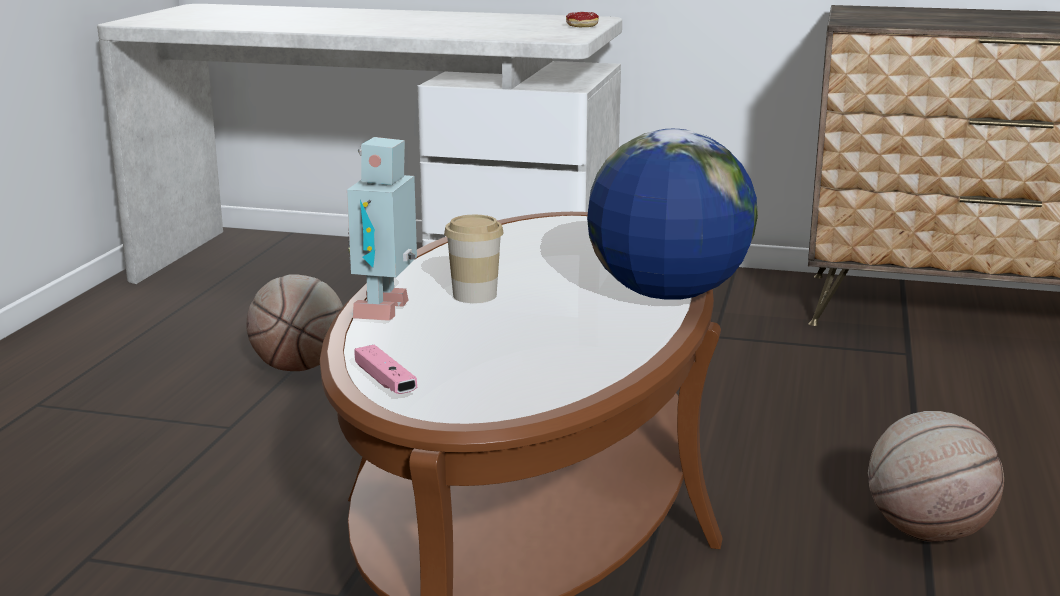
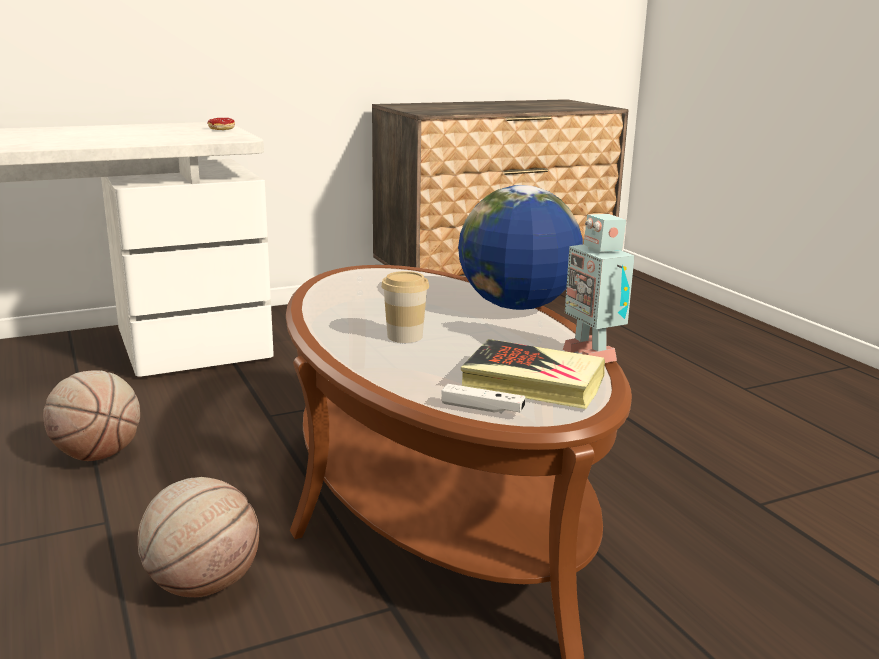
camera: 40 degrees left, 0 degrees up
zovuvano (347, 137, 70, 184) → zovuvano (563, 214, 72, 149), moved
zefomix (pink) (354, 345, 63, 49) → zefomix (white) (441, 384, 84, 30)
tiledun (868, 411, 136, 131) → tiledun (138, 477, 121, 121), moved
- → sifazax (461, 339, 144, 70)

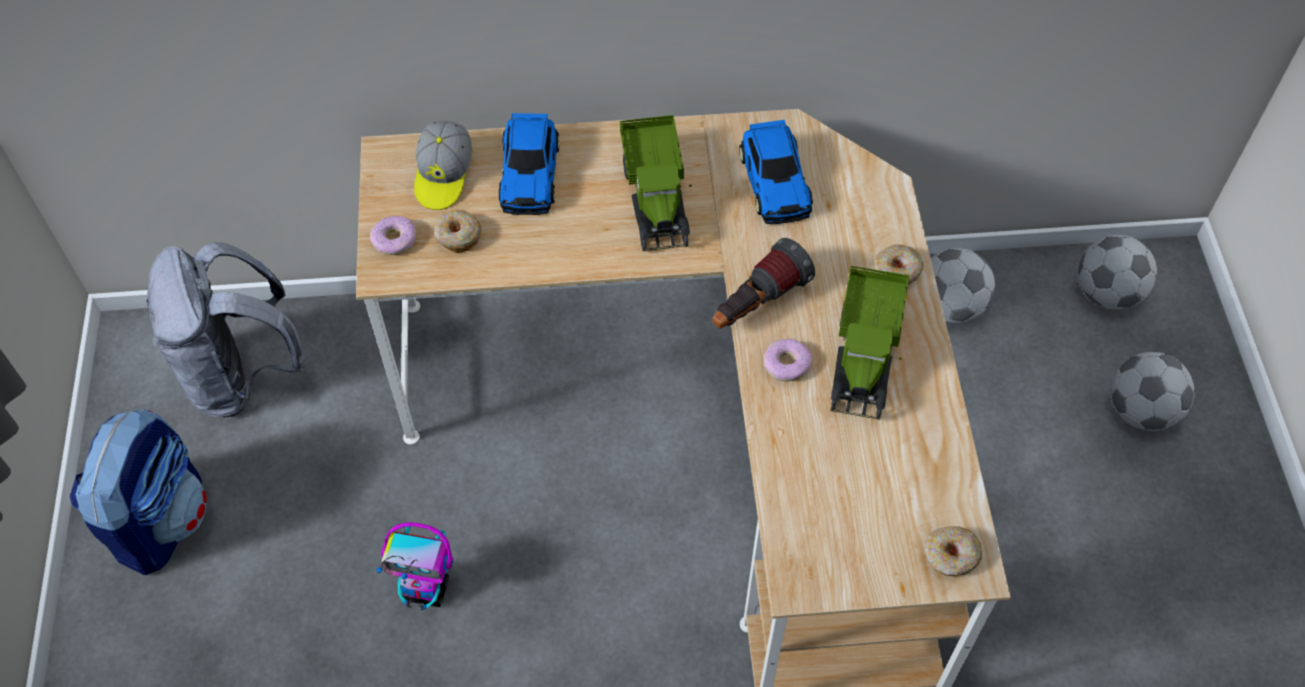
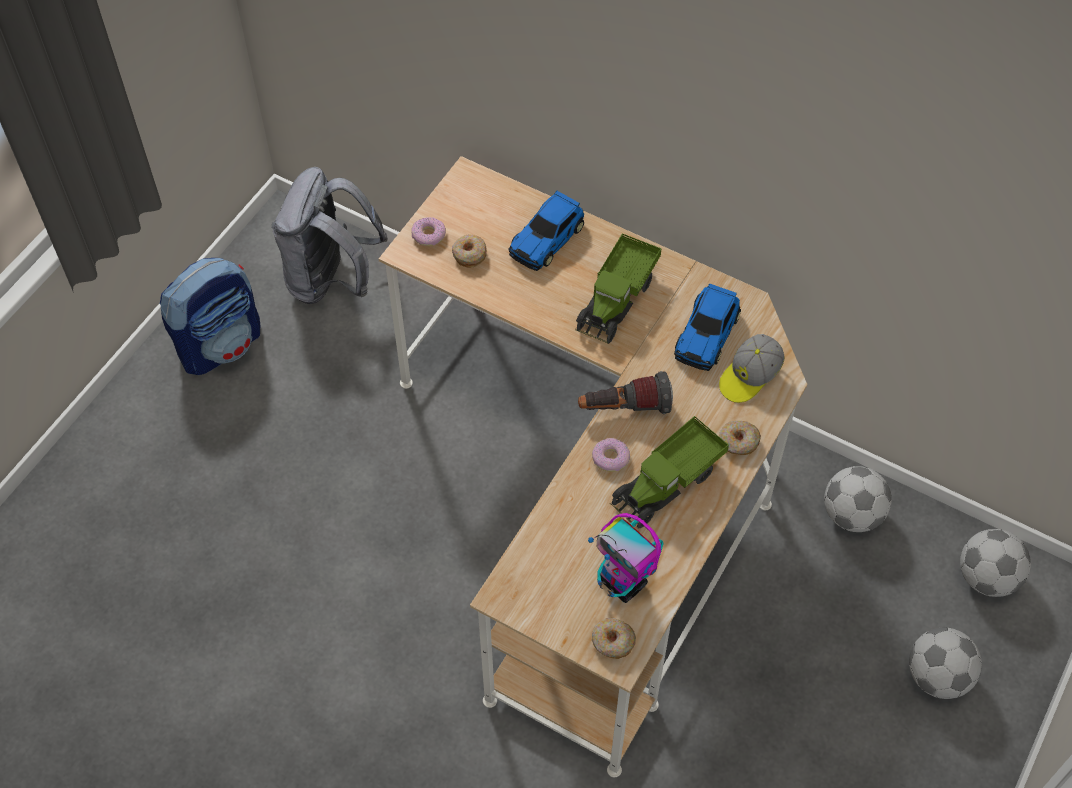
camera: 35 degrees right, 0 degrees up
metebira (414, 121, 58, 89) → metebira (719, 334, 66, 69), moved
zovuvano (376, 522, 77, 88) → zovuvano (588, 513, 76, 90), moved

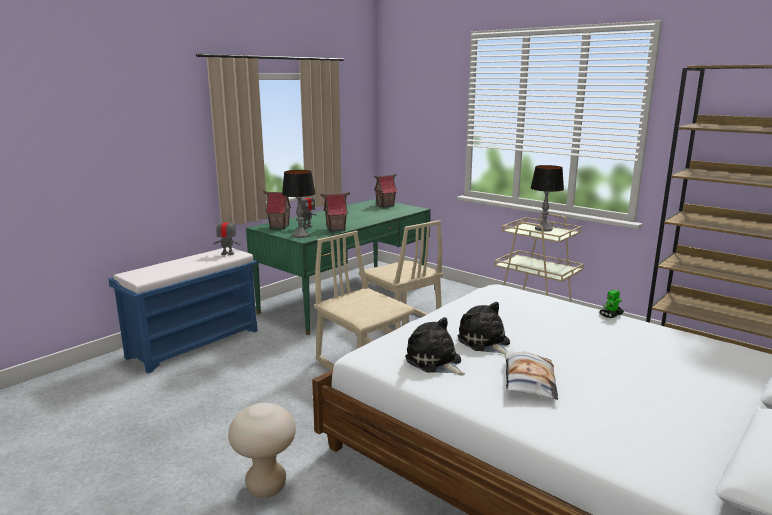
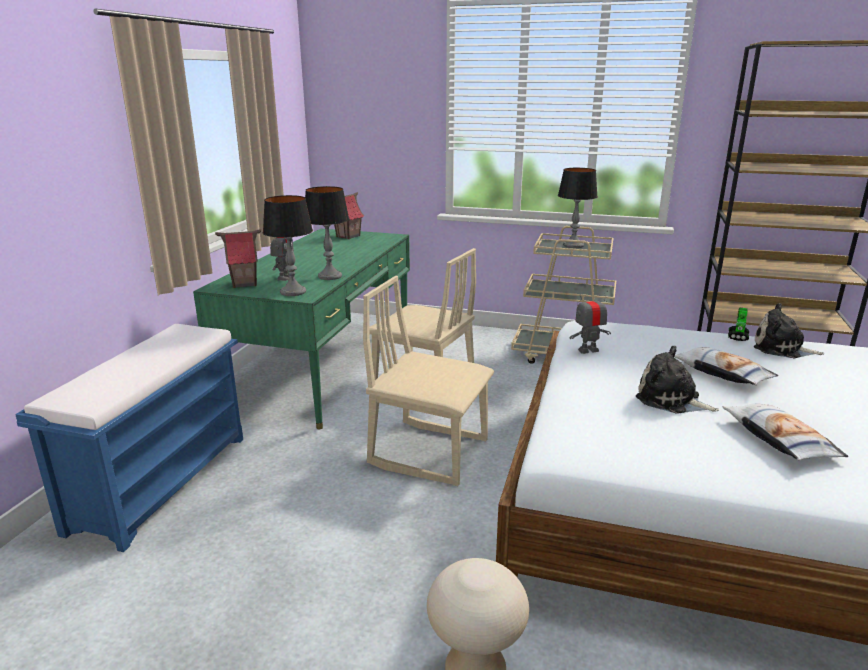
camera: 25 degrees left, 5 degrees up
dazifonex (320, 192, 30, 40) → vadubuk (305, 186, 44, 94)
zovuvano (213, 216, 28, 39) → zovuvano (570, 290, 41, 64), moved
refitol (405, 317, 60, 58) → refitol (754, 303, 70, 55), moved
- → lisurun (674, 347, 104, 38)

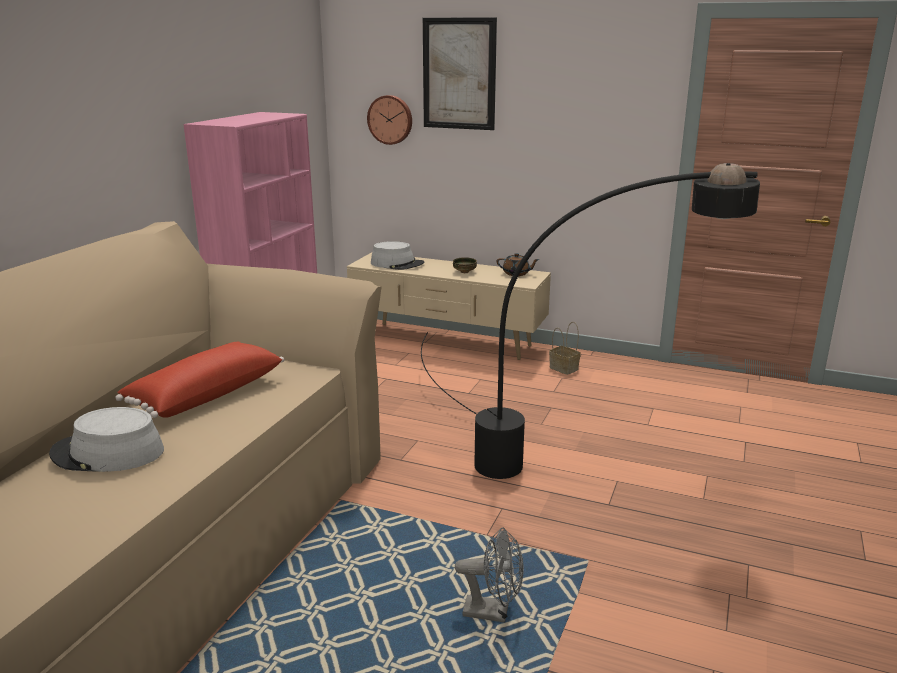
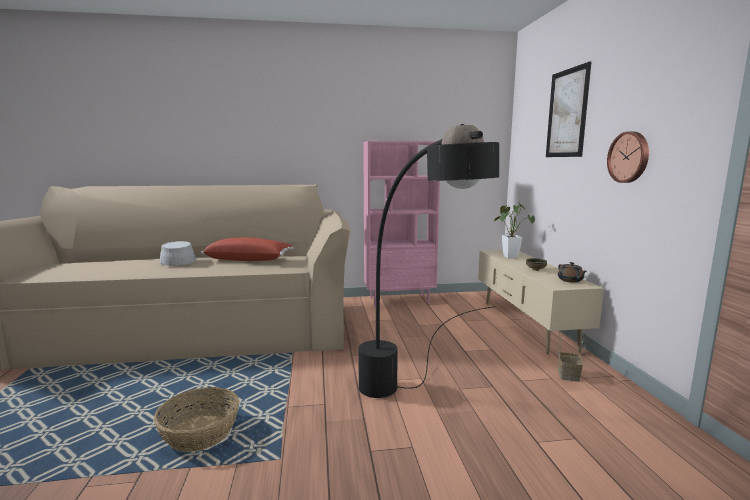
camera: 60 degrees right, 10 degrees down
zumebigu (367, 95, 45, 50) → zumebigu (607, 132, 42, 51), moved
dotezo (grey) (371, 241, 53, 29) → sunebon (494, 203, 41, 55)
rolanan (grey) (455, 527, 69, 96) → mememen (154, 387, 85, 65)

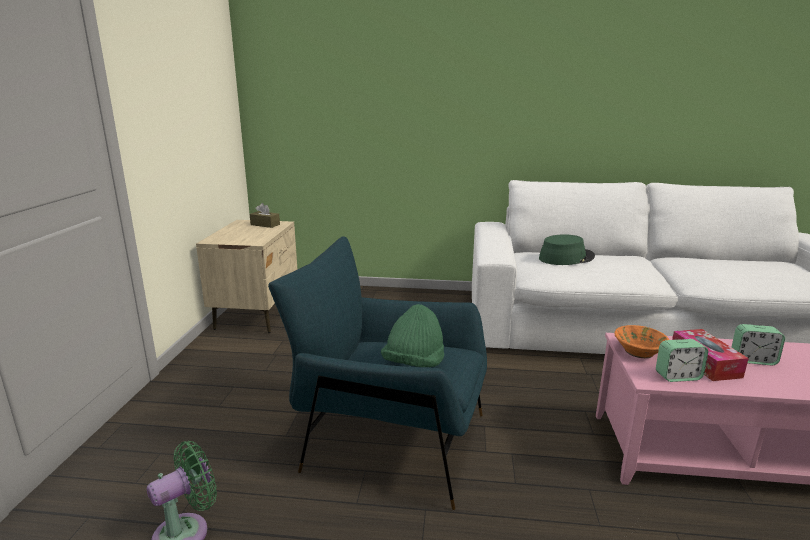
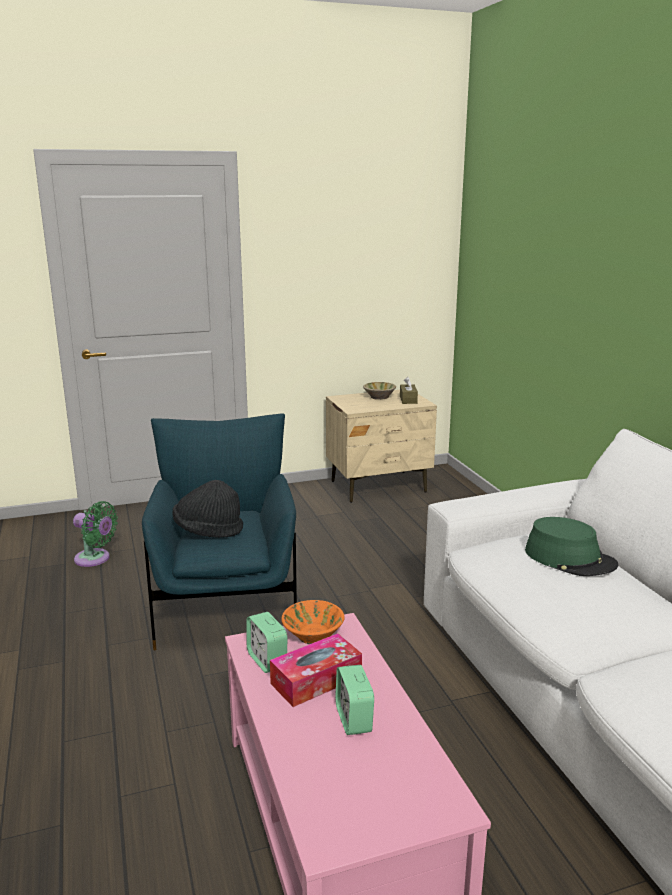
camera: 65 degrees right, 0 degrees up
dotezo (green) (381, 304, 63, 63) → dotezo (black) (173, 480, 70, 58)
- → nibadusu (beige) (363, 382, 33, 18)

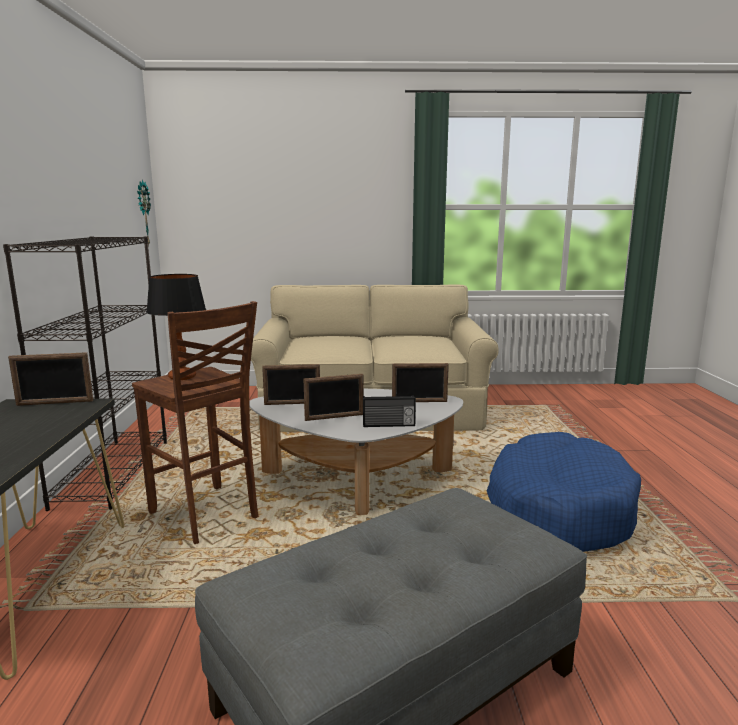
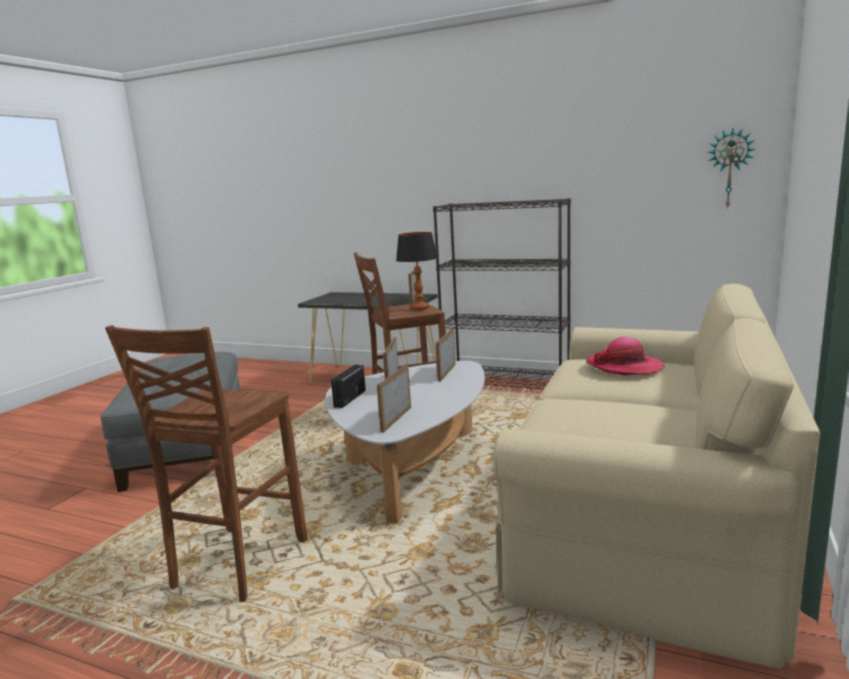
camera: 115 degrees right, 0 degrees up
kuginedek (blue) (487, 432, 154, 120) → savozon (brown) (105, 325, 202, 277)
- → dotezo (586, 337, 79, 38)

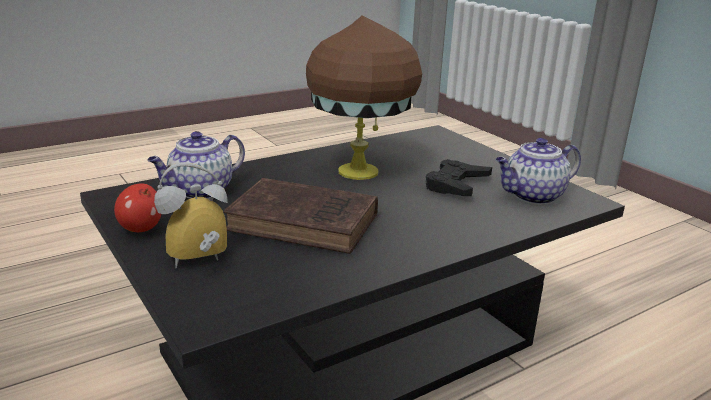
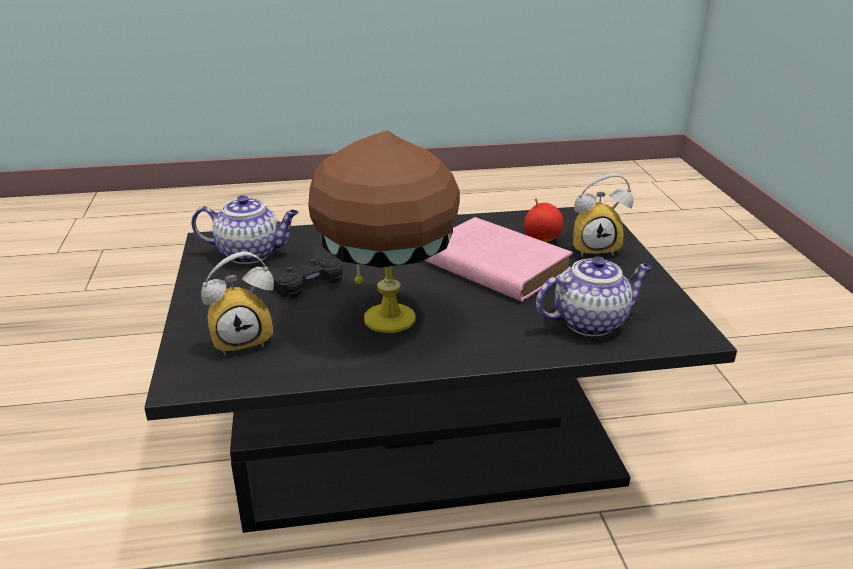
camera: 155 degrees left, 5 degrees up
sifazax (brown) (224, 178, 154, 76) → sifazax (pink) (424, 217, 149, 85)
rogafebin (114, 184, 48, 48) → rogafebin (524, 198, 39, 44), moved
- → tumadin (201, 251, 73, 105)

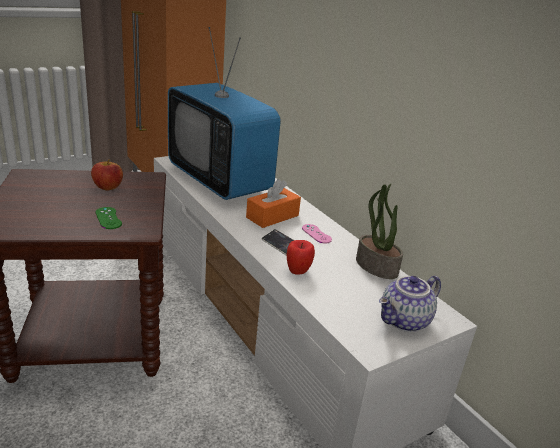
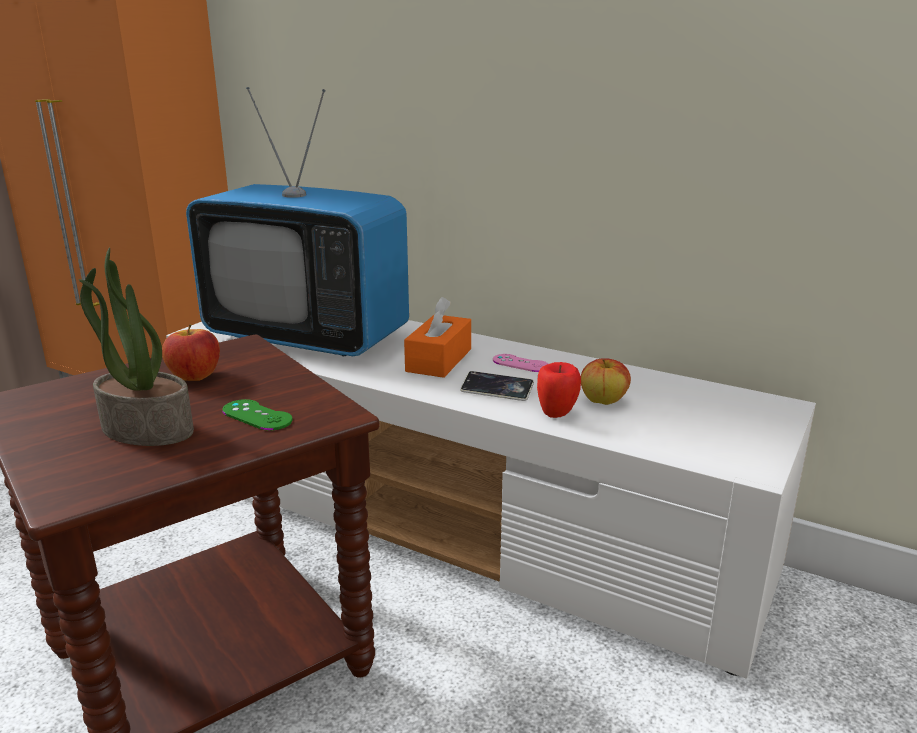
camera: 25 degrees left, 5 degrees down
sunebon (356, 184, 47, 95) → sunebon (79, 247, 115, 199), moved
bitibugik (379, 276, 62, 56) → -
- → rogafebin (581, 358, 50, 47)

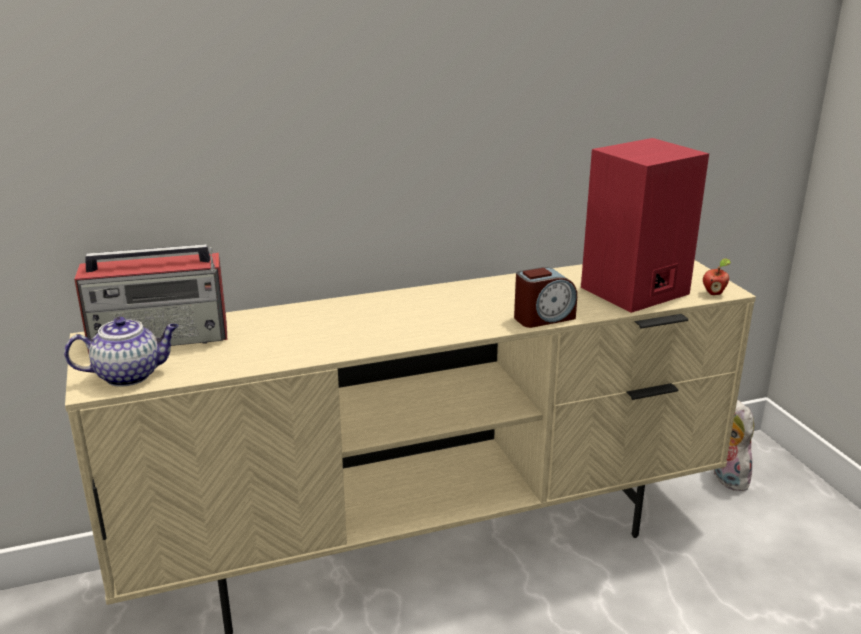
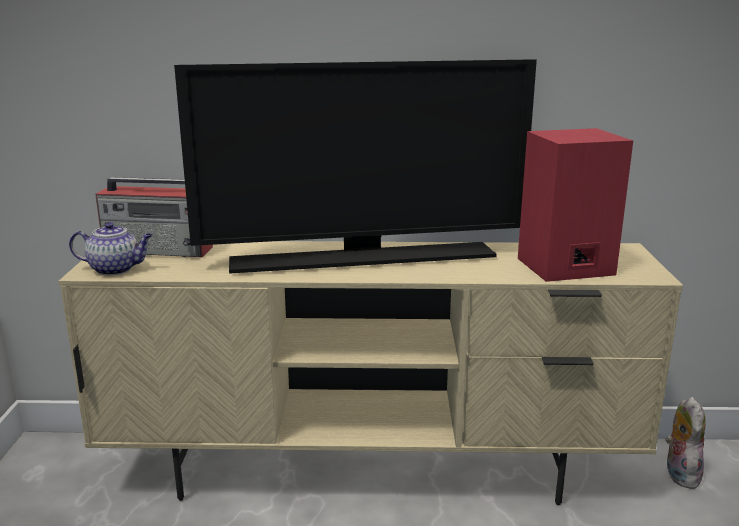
camera: 20 degrees right, 5 degrees down
rogafebin (703, 258, 28, 37) → -
tumadin (514, 267, 63, 61) → -
- → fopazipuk (174, 59, 363, 215)

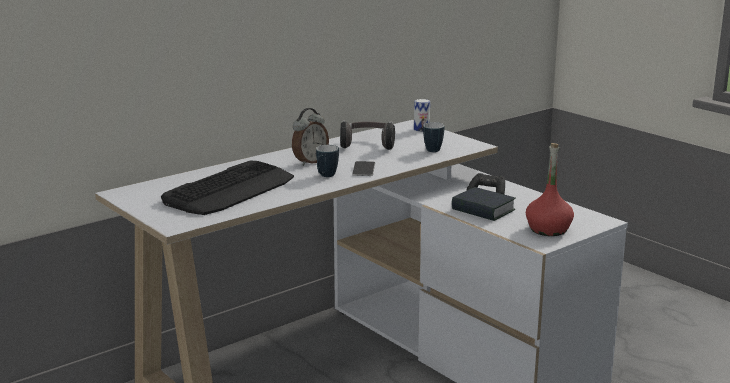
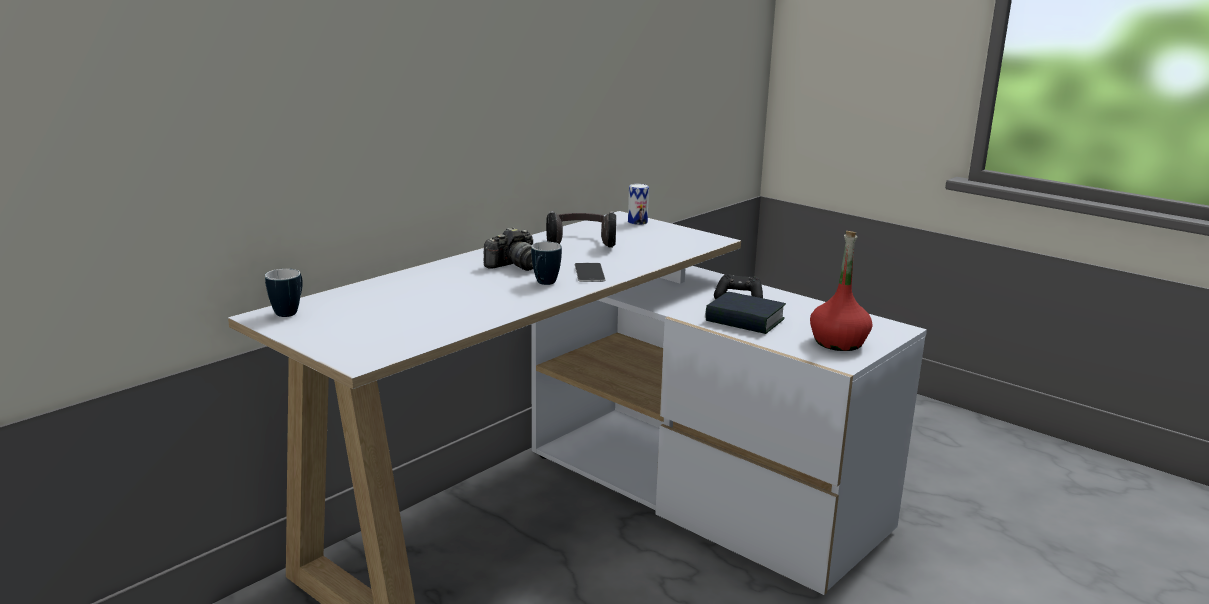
camera: 10 degrees left, 0 degrees up
tumadin (292, 108, 37, 58) → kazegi (484, 227, 49, 44)
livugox (423, 122, 21, 30) → livugox (265, 269, 38, 48), moved
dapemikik (161, 161, 133, 54) → -

